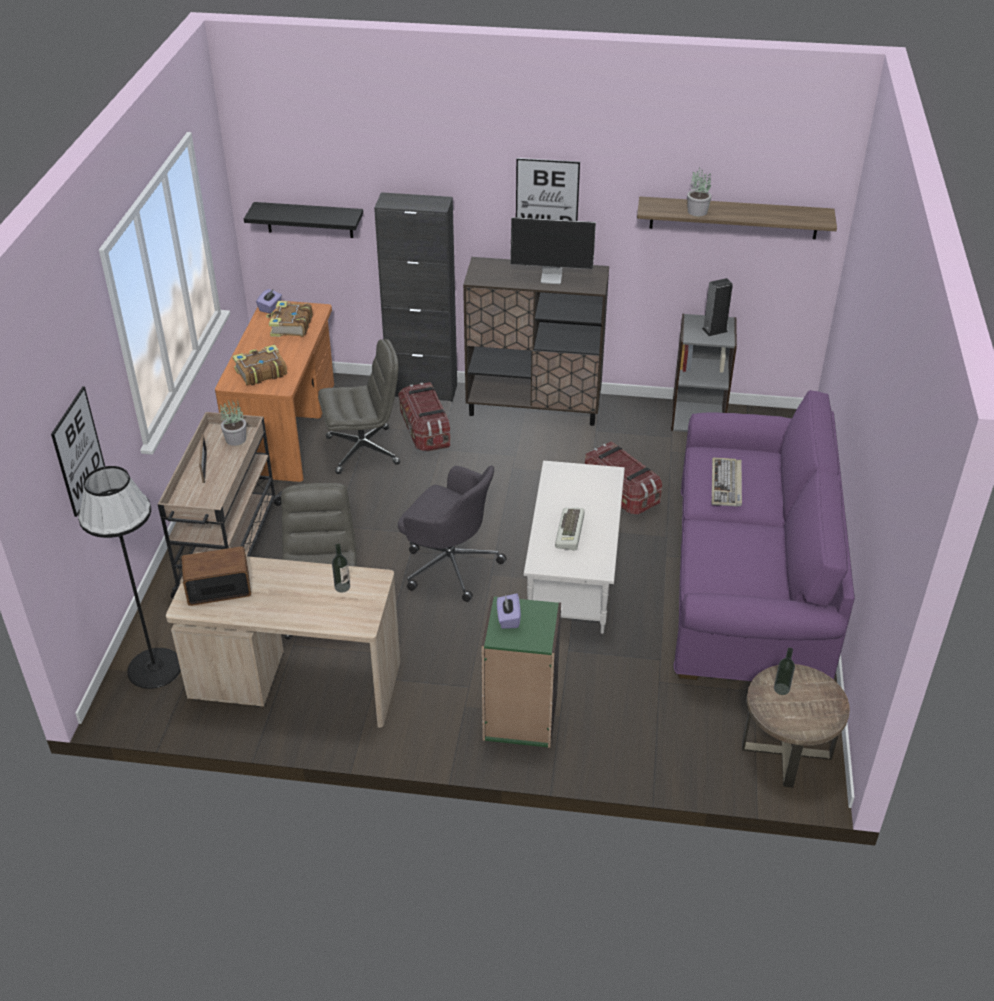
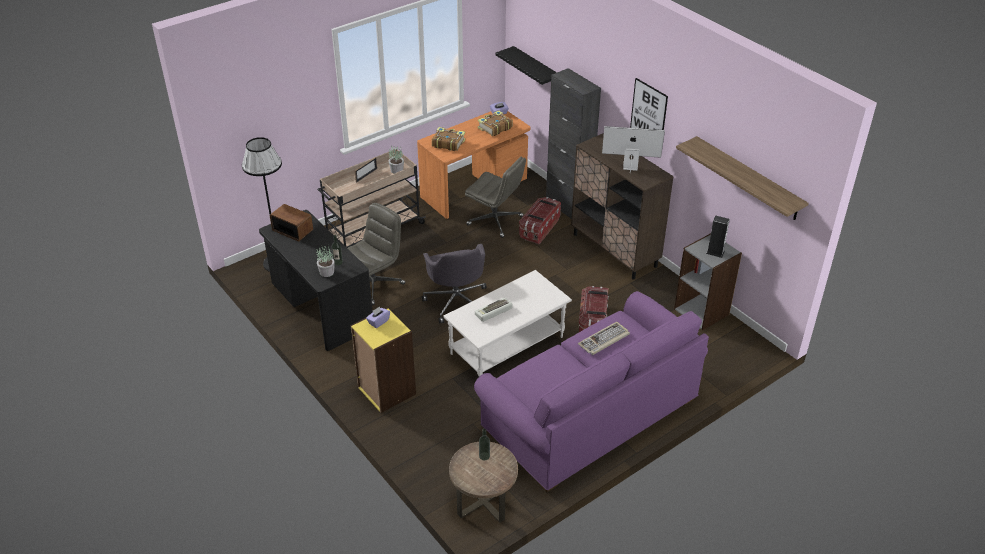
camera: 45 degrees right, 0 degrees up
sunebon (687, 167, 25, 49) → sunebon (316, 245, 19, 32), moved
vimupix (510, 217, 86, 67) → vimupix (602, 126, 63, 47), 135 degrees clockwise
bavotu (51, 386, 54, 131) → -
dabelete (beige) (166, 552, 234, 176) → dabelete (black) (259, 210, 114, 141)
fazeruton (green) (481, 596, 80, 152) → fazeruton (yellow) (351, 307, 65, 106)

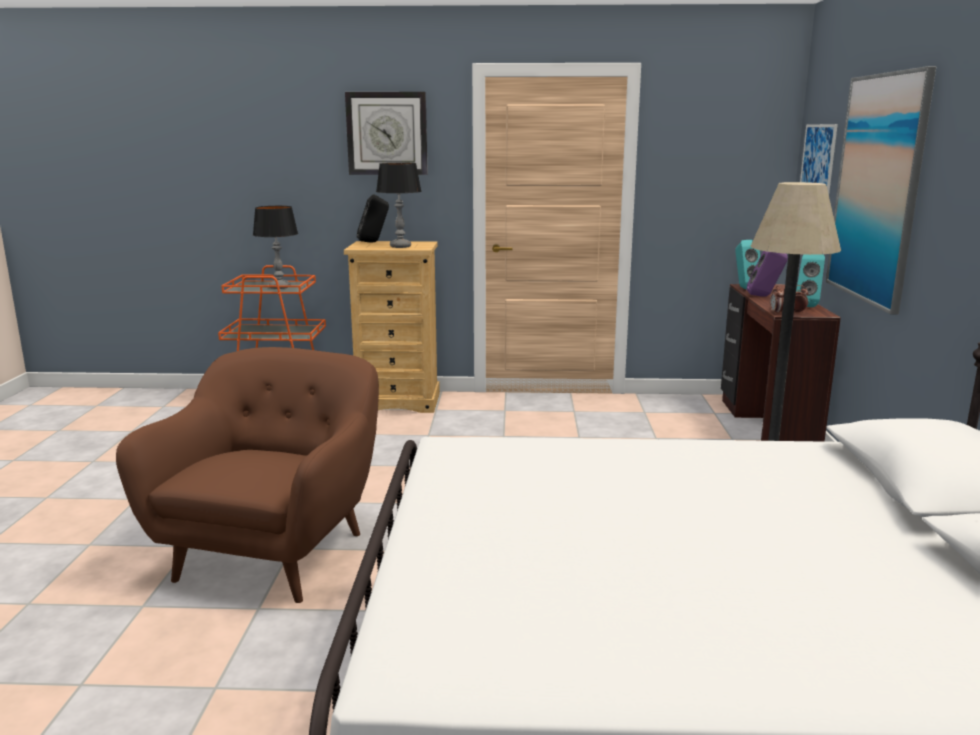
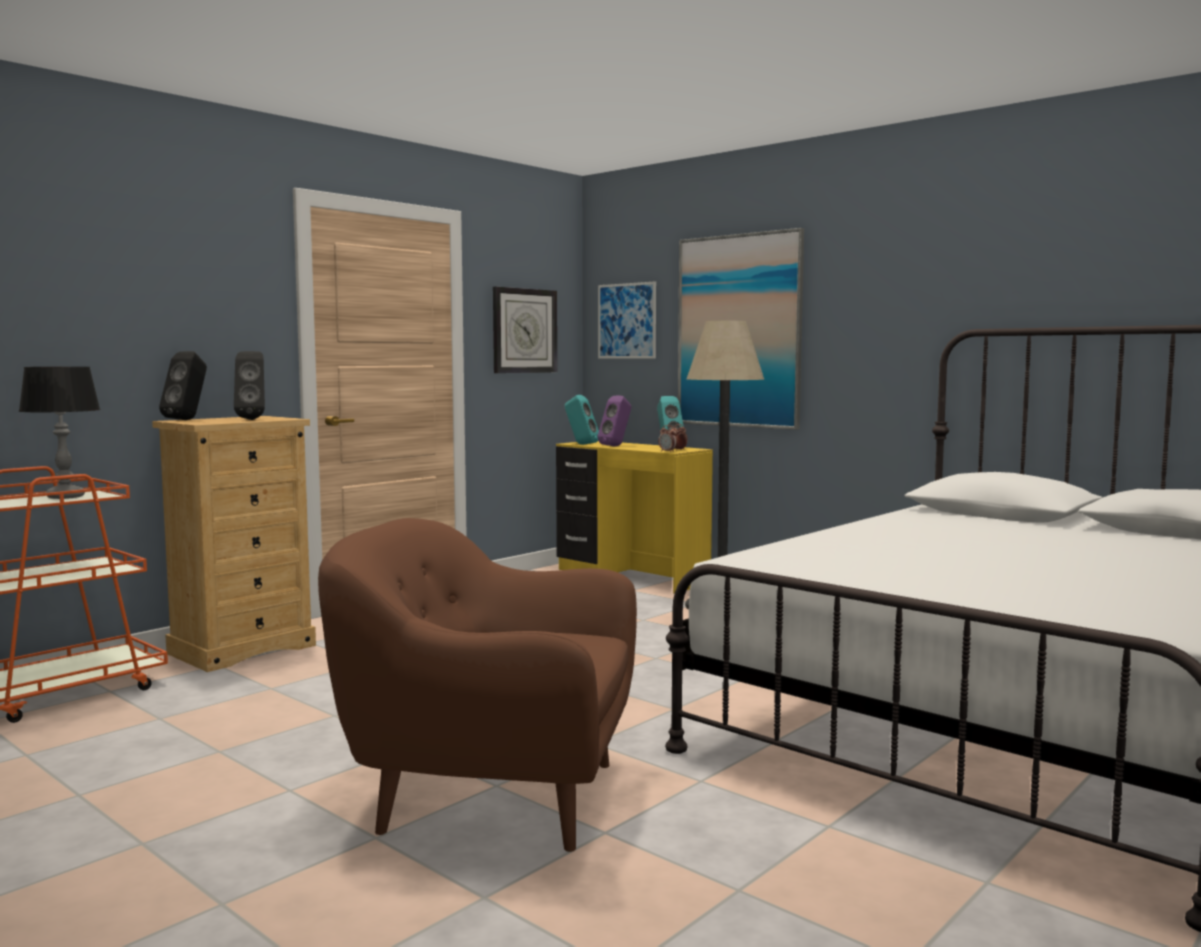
camera: 50 degrees left, 10 degrees down
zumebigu (345, 92, 83, 83) → zumebigu (493, 287, 64, 86), moved
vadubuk (376, 163, 46, 85) → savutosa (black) (234, 351, 31, 69)
dabelete (brown) (721, 284, 120, 158) → dabelete (yellow) (556, 441, 157, 153)
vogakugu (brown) (116, 347, 263, 256) → vogakugu (brown) (318, 518, 319, 334), 45 degrees counterclockwise

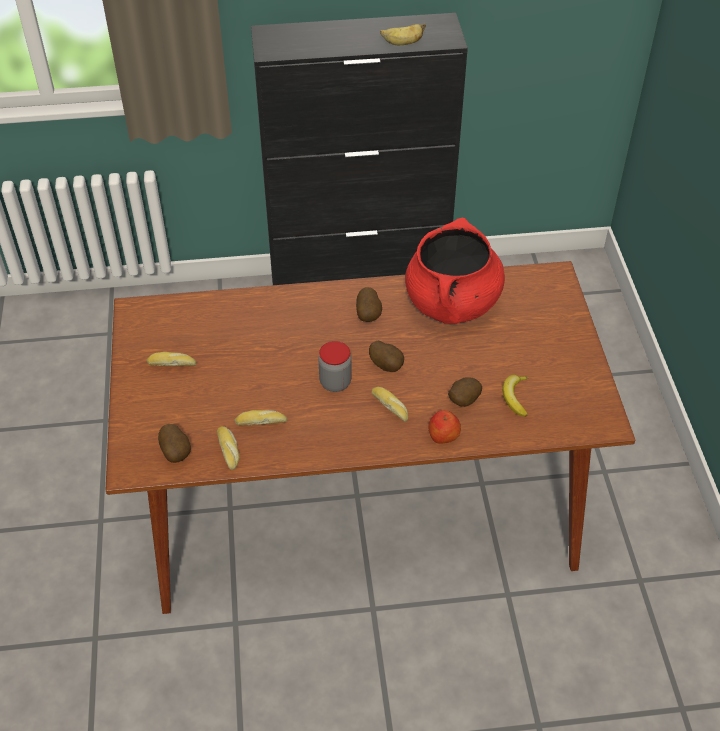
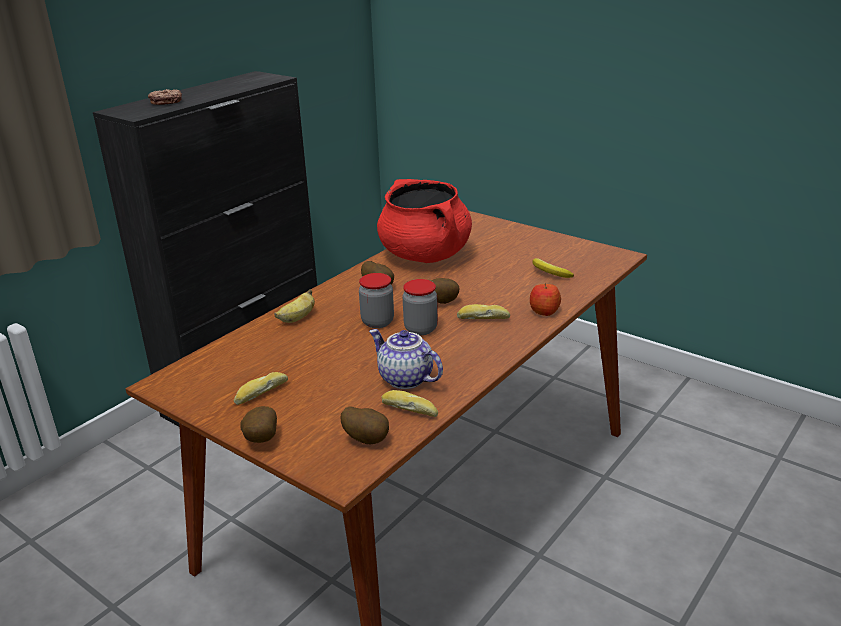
camera: 45 degrees left, 20 degrees down
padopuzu (380, 24, 46, 21) → padopuzu (274, 289, 41, 34), moved
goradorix (448, 377, 34, 30) → goradorix (240, 406, 37, 37), moved
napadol (234, 410, 53, 16) → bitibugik (369, 329, 74, 60)
- → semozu (148, 89, 34, 16)
- → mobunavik (359, 273, 35, 55)

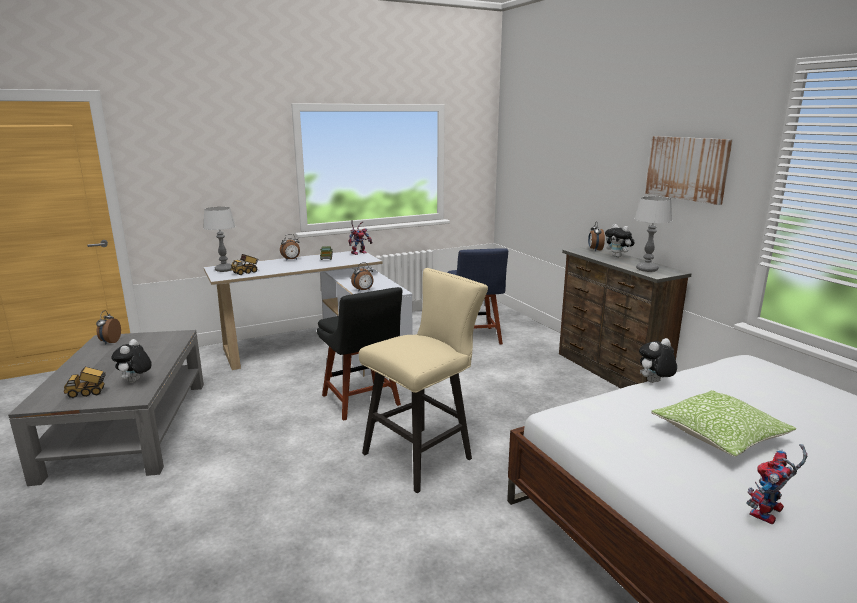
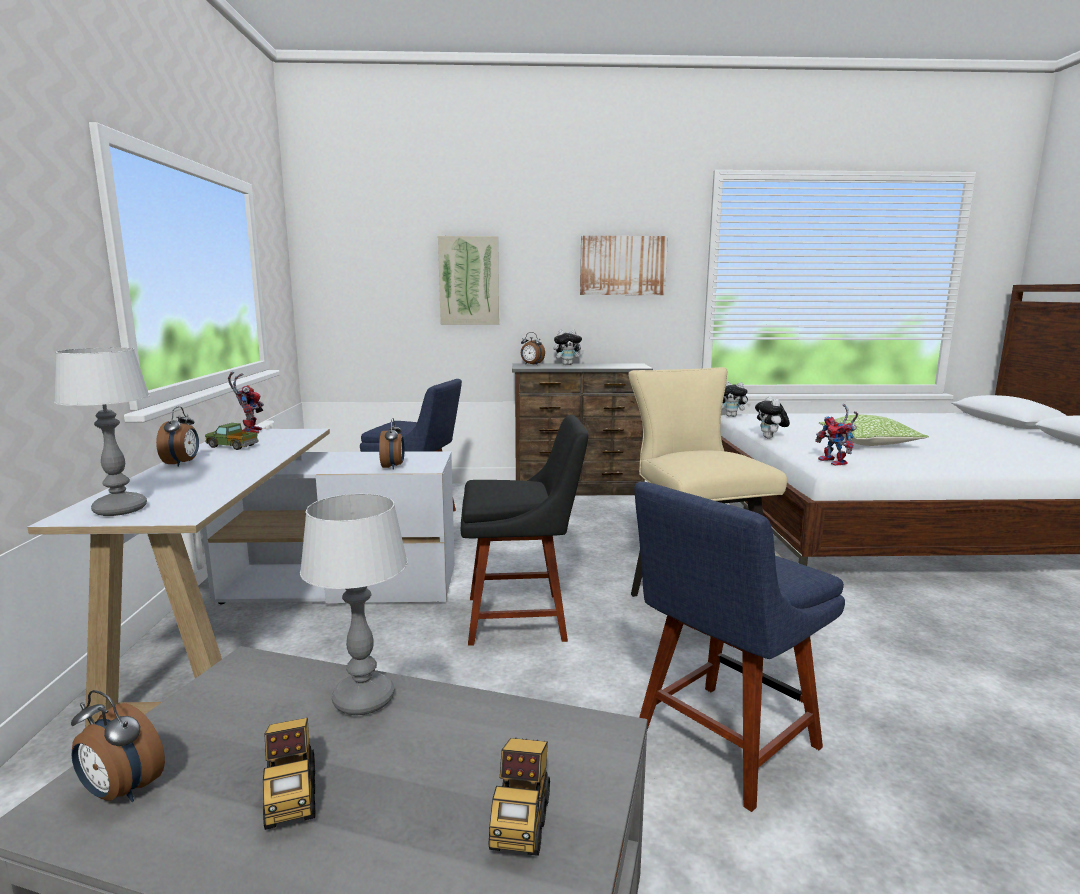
camera: 65 degrees left, 5 degrees down
vadubuk (635, 196, 37, 76) → vadubuk (300, 494, 108, 221), moved
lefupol (231, 254, 28, 21) → lefupol (263, 718, 53, 112), moved
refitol (111, 339, 41, 44) → refitol (722, 381, 29, 36), moved
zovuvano (746, 444, 61, 80) → zovuvano (815, 404, 43, 62), moved
- → bavotu (438, 236, 61, 89)
- → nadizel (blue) (634, 482, 211, 330)

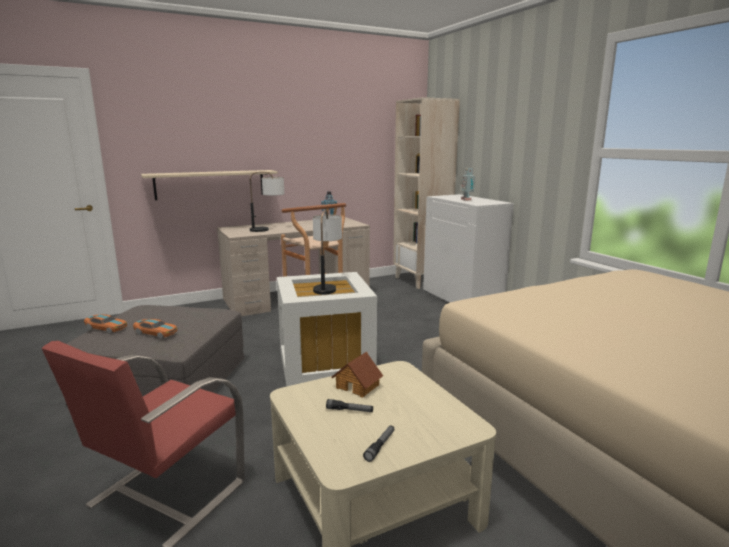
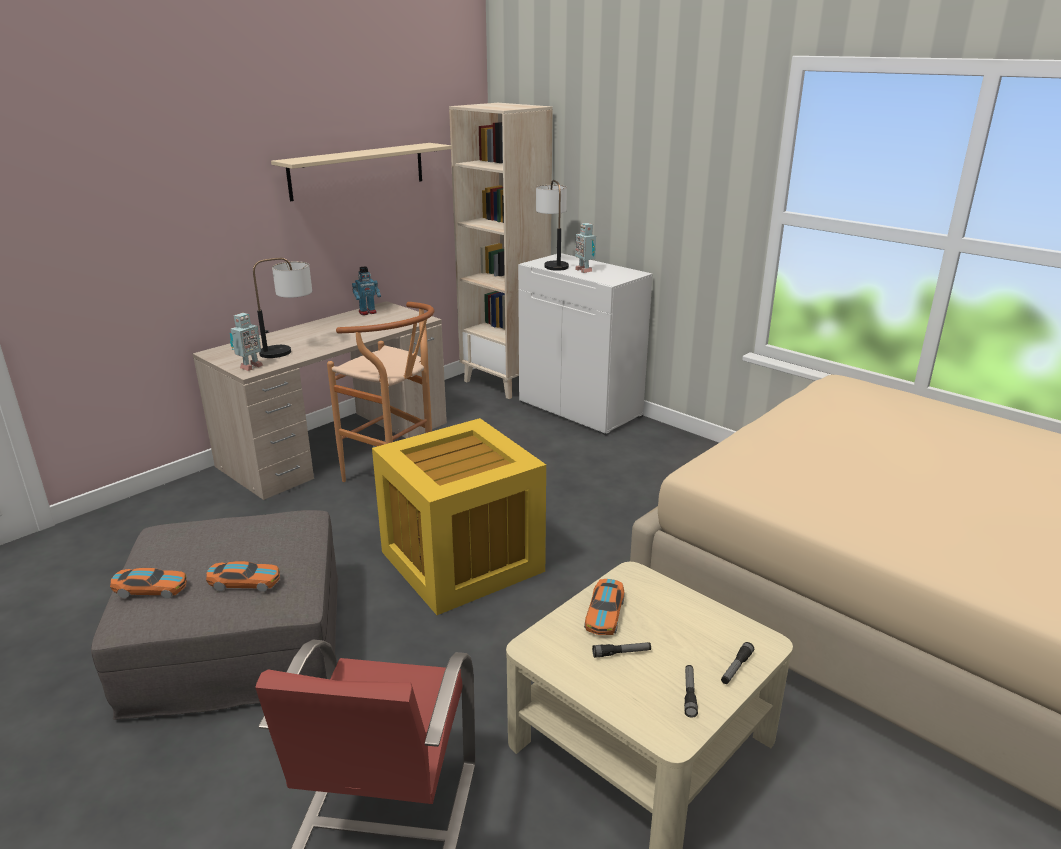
camera: 20 degrees left, 10 degrees up
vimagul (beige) (141, 170, 137, 30) → vimagul (beige) (271, 143, 181, 58), moved
vadubuk (313, 210, 29, 84) → vadubuk (536, 180, 33, 91), moved
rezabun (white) (277, 272, 100, 114) → rezabun (yellow) (372, 418, 174, 197)
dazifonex (331, 352, 52, 46) → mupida (584, 579, 41, 56)
- → zovuvano (230, 313, 33, 58)
- → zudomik (721, 642, 33, 42)

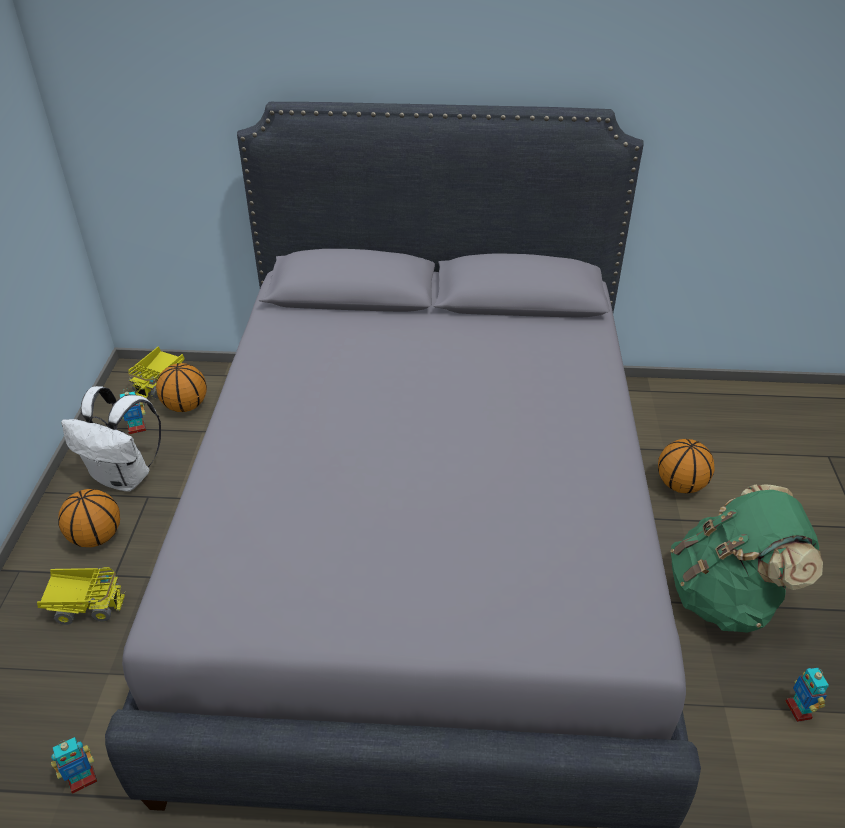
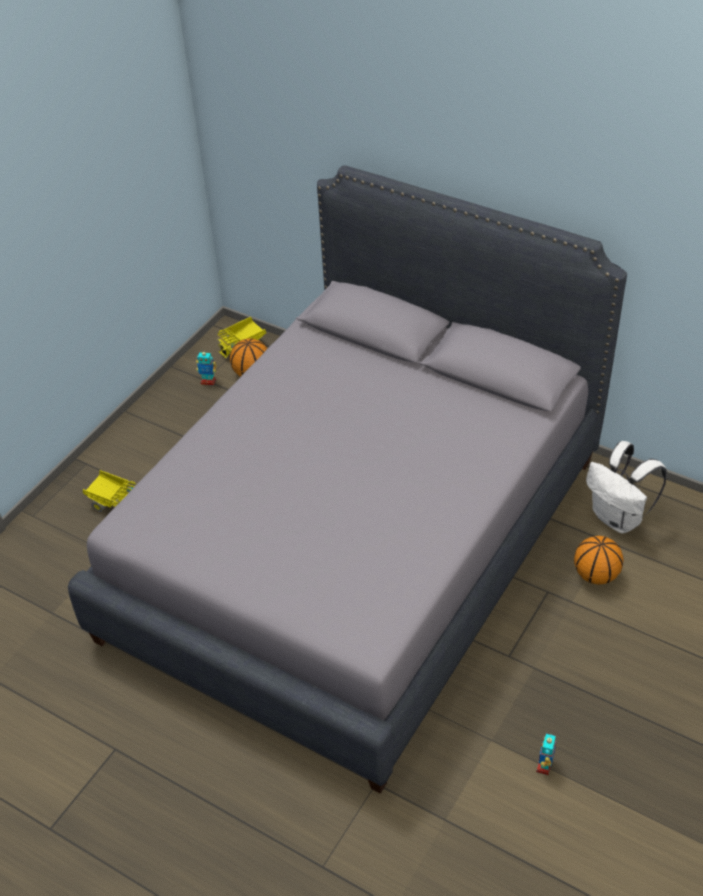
camera: 30 degrees right, 5 degrees up
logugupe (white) (61, 386, 100, 106) → logugupe (white) (586, 441, 81, 93), moved
logugupe (green) (671, 485, 152, 147) → -
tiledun (58, 489, 62, 58) → -
zovuvano (51, 737, 46, 57) → -

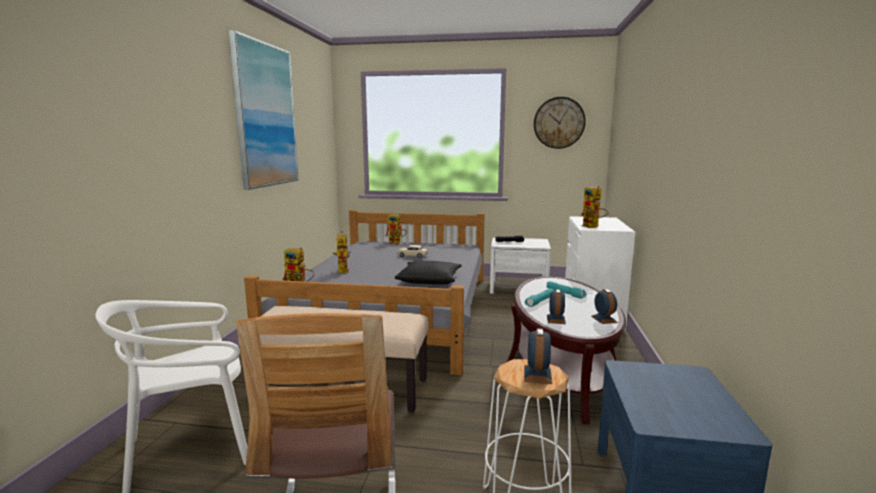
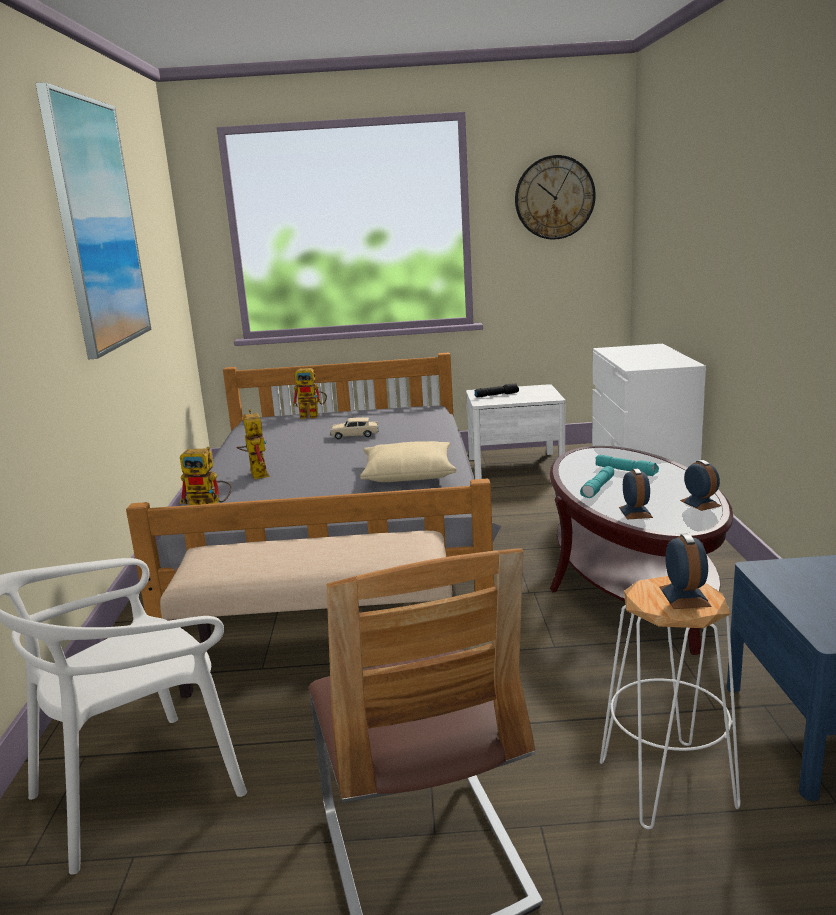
camera: 10 degrees left, 5 degrees up
zovuvano (581, 186, 28, 42) → -
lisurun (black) (395, 261, 66, 23) → lisurun (beige) (360, 441, 96, 41)

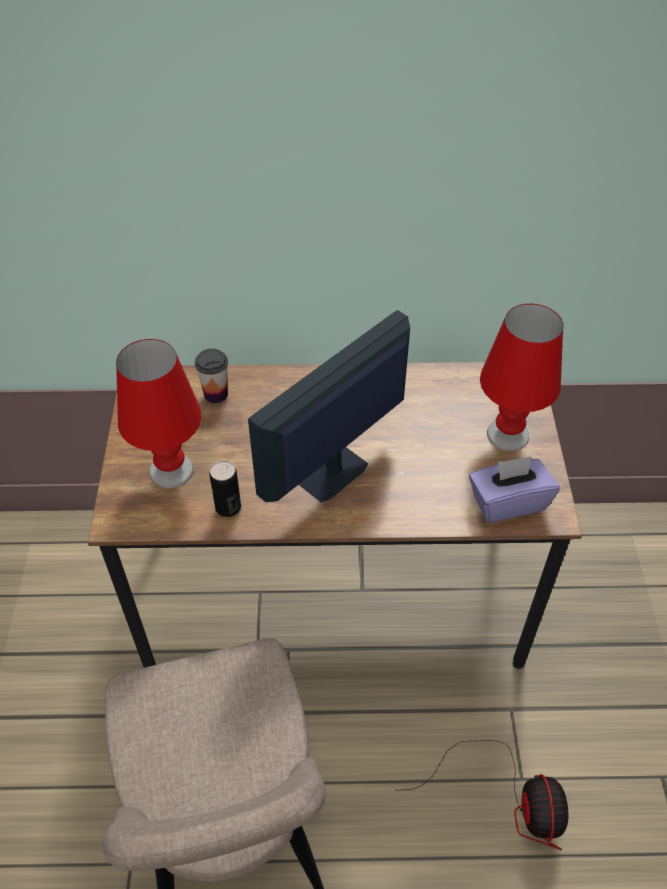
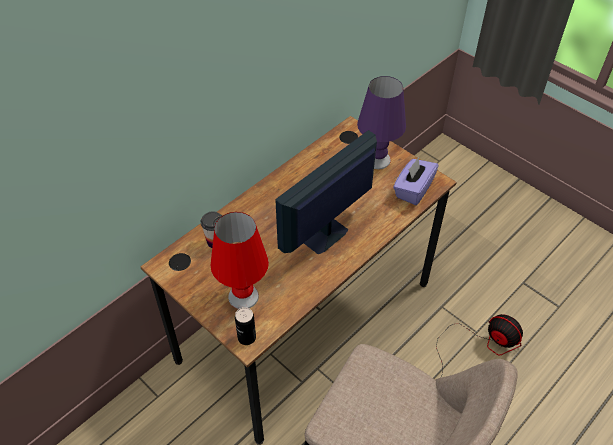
camera: 45 degrees left, 0 degrees up
vadubuk (red) (480, 304, 83, 147) → vadubuk (purple) (357, 76, 49, 93)
vimupix (248, 310, 162, 193) → vimupix (275, 130, 102, 124), 45 degrees clockwise
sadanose (209, 460, 32, 57) → sadanose (235, 307, 21, 38), moved

